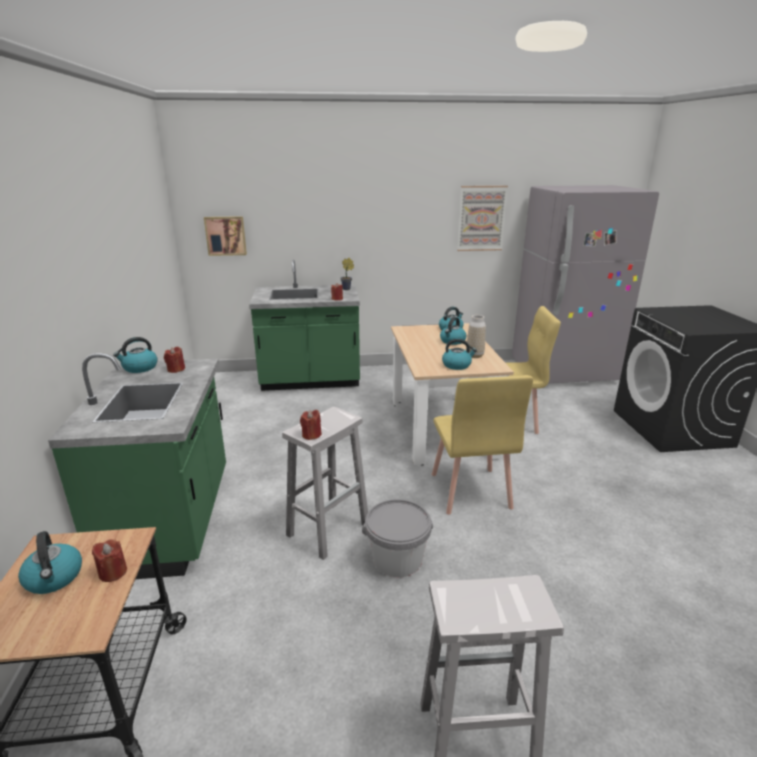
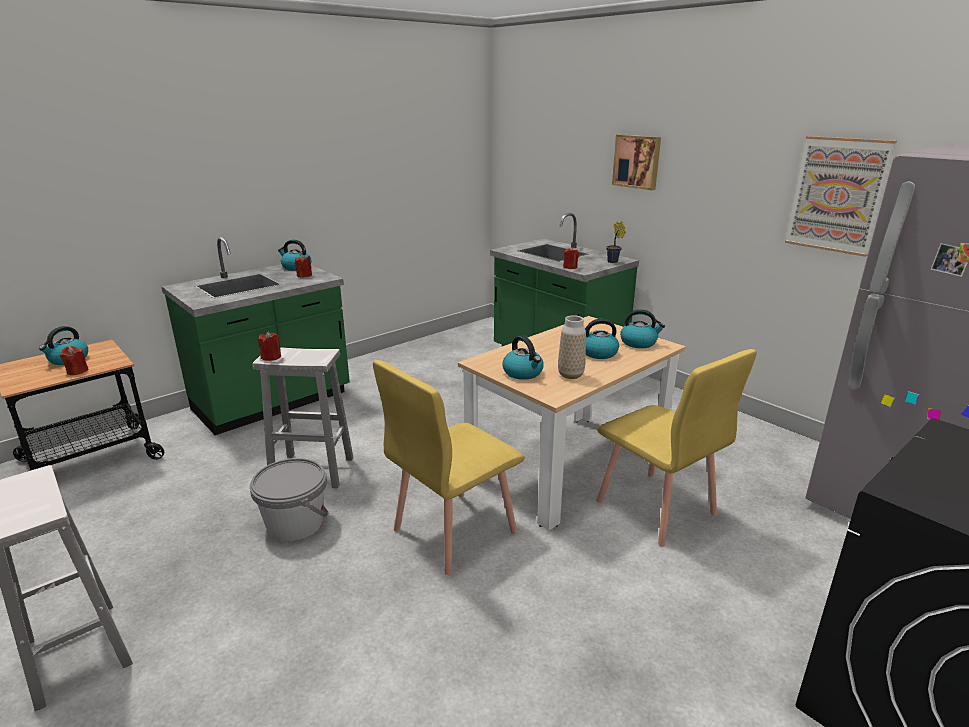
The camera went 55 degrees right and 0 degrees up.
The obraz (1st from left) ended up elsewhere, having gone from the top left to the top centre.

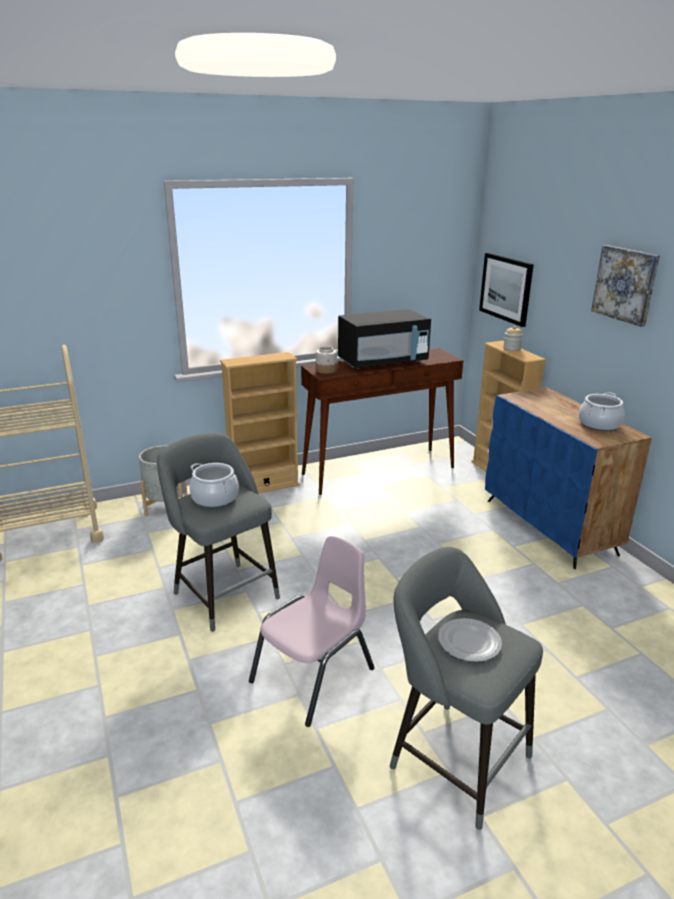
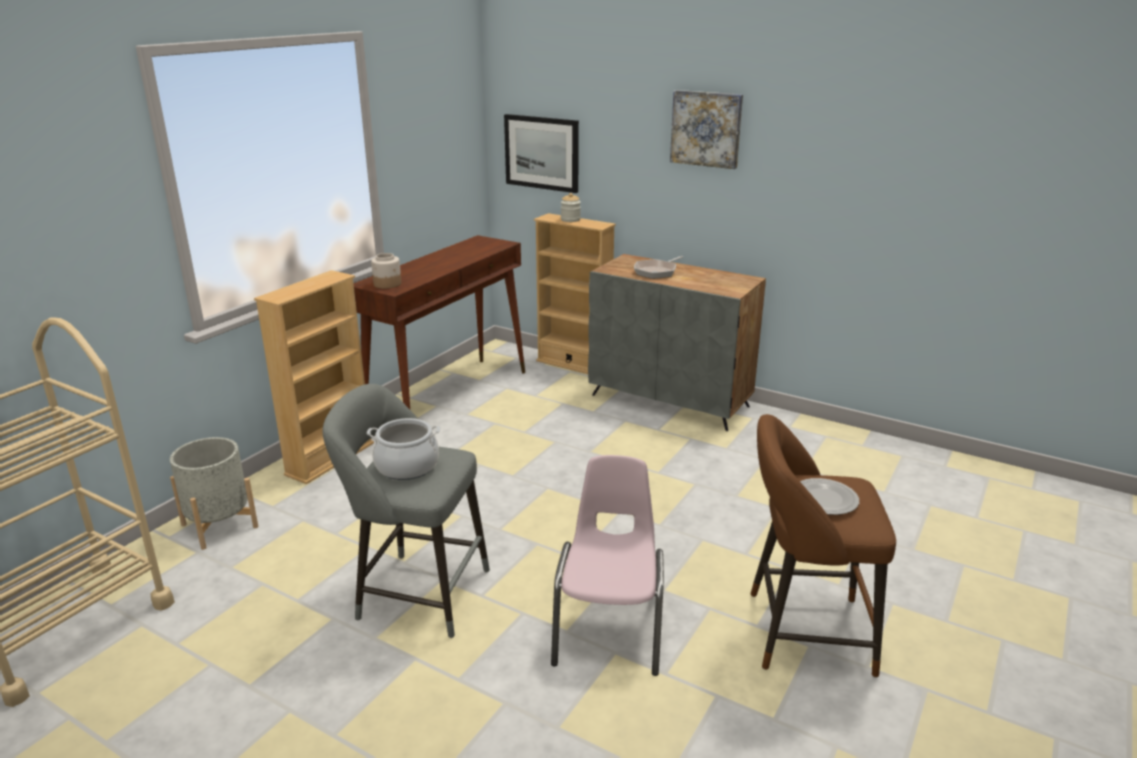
The camera went 35 degrees left and 0 degrees up.
What was the szafka/niebieski at the middle right turned into the szafka/szary at the centre.
The second view gained the patelnia at the centre.
What was the stołek/szary (2nd from left) at the bottom right turned into the stołek/brązowy at the bottom right.
The second view lost the mikrofalówka/czarny at the centre.
The second view lost the garnek (2nd from left) at the middle right.

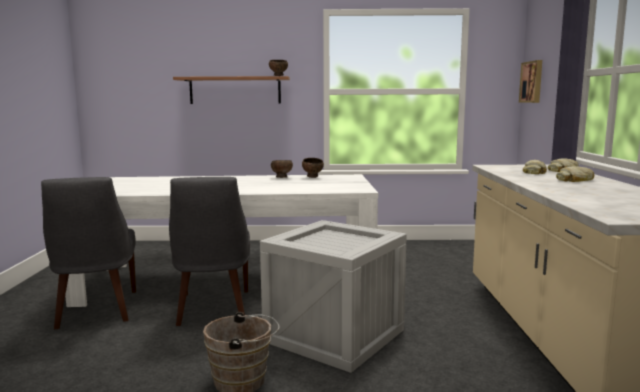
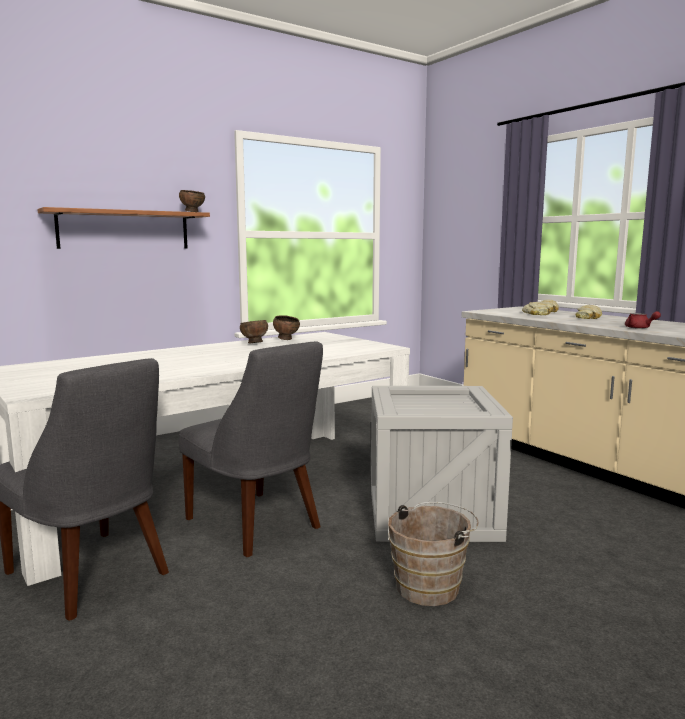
The camera went 35 degrees left and 0 degrees up.
The second view gained the imbryk/czerwony at the middle right.
The second view lost the obraz at the top right.

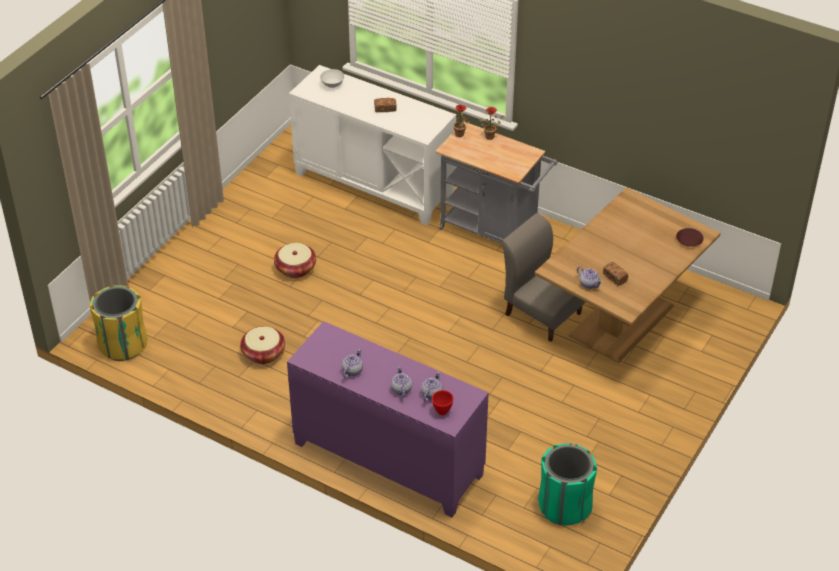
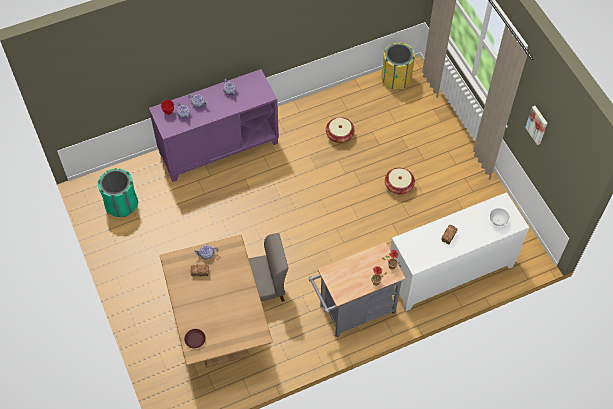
The camera went 125 degrees right and 15 degrees up.
The second view gained the obraz at the top right.

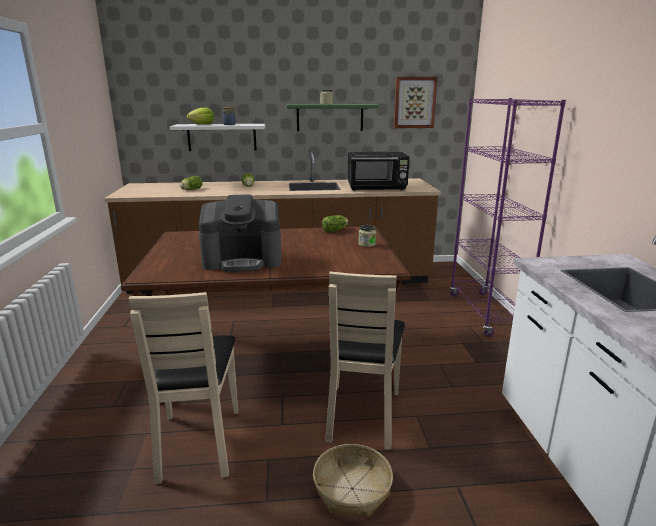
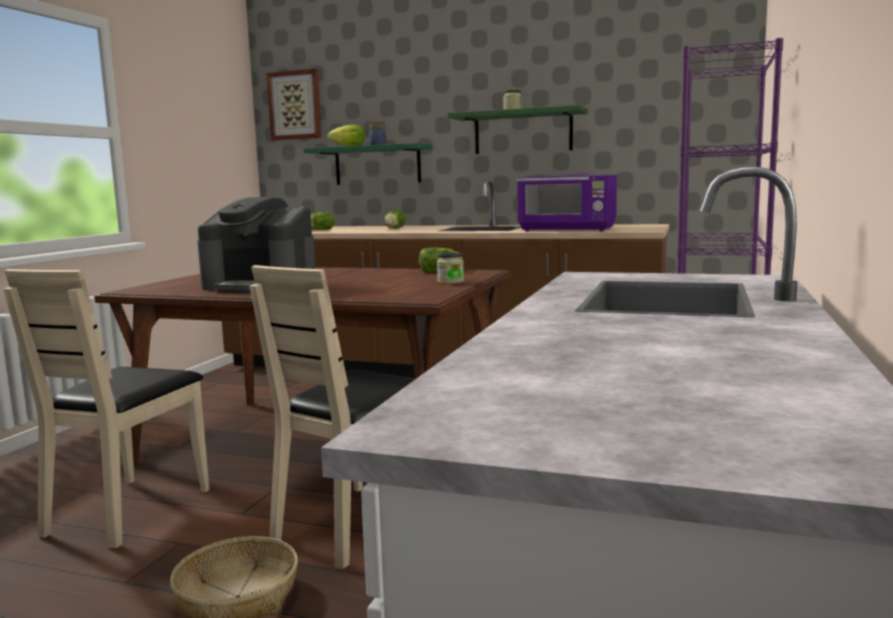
The camera went 25 degrees right and 10 degrees down.
The obraz ended up elsewhere, having gone from the top centre to the top left.
What was the półka/biały at the top left turned into the półka/zielony (1st from left) at the top centre.
What was the mikrofalówka/czarny at the top centre turned into the mikrofalówka/fioletowy at the top centre.

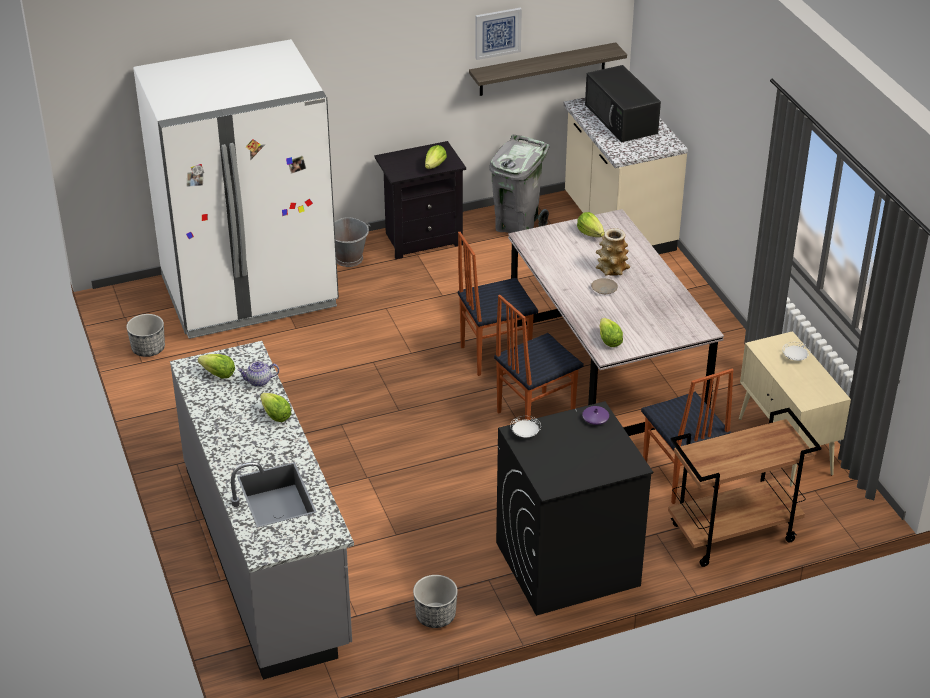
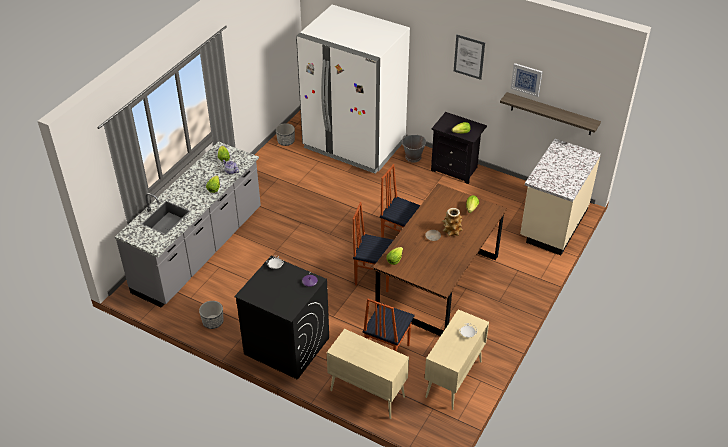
The camera went 50 degrees right and 5 degrees up.
Where the wózek/brązowy stood at the bottom right, the szafka/beżowy (1st from left) came to stand at the bottom centre.
What was the stół jadalny/szary at the centre turned into the stół jadalny/brązowy at the centre.
The second view gained the obraz (1st from left) at the top centre.
The second view lost the kosz na śmieci/szary at the top centre.
The second view lost the mikrofalówka/czarny at the top right.

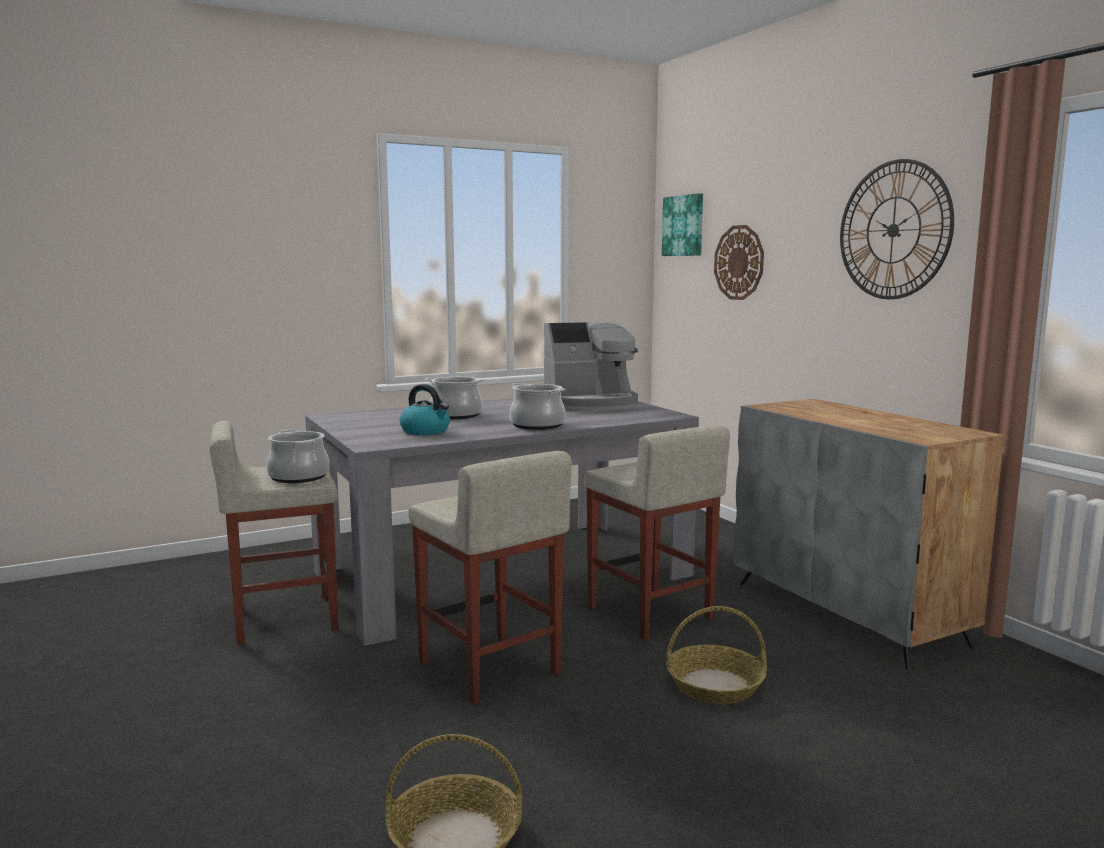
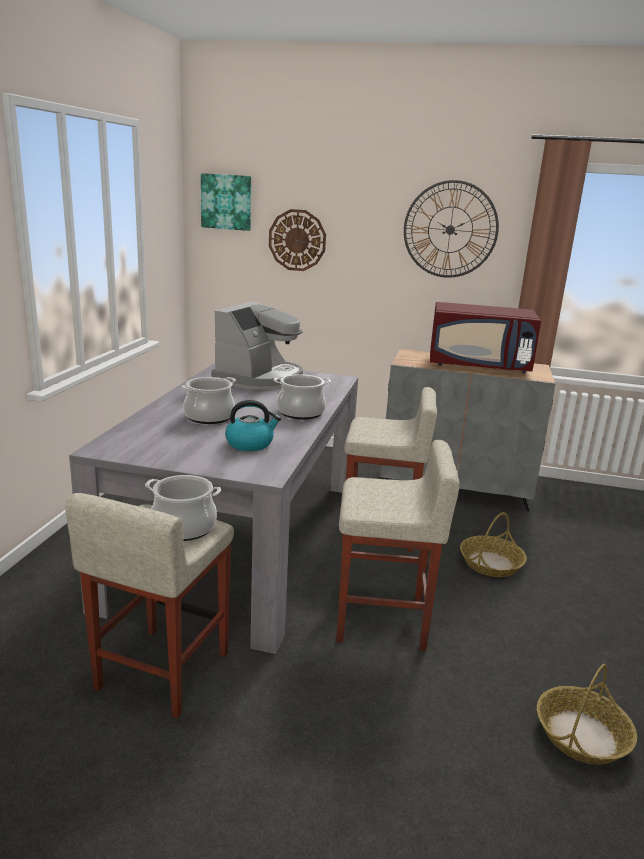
The camera went 50 degrees left and 10 degrees up.
The second view gained the mikrofalówka/czerwony at the middle right.

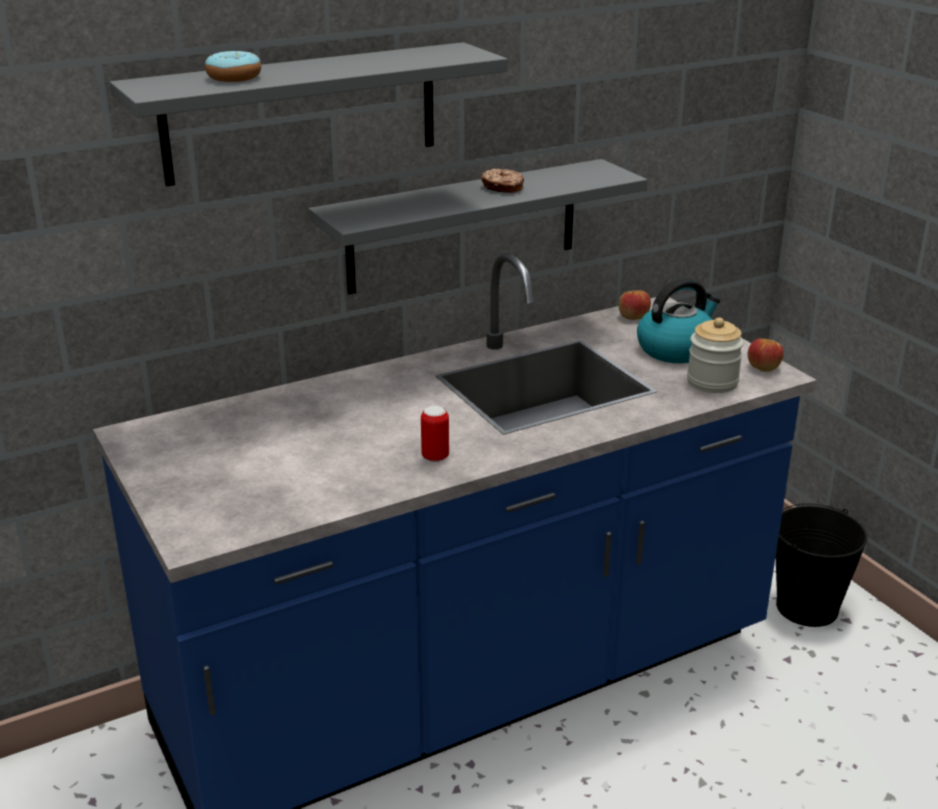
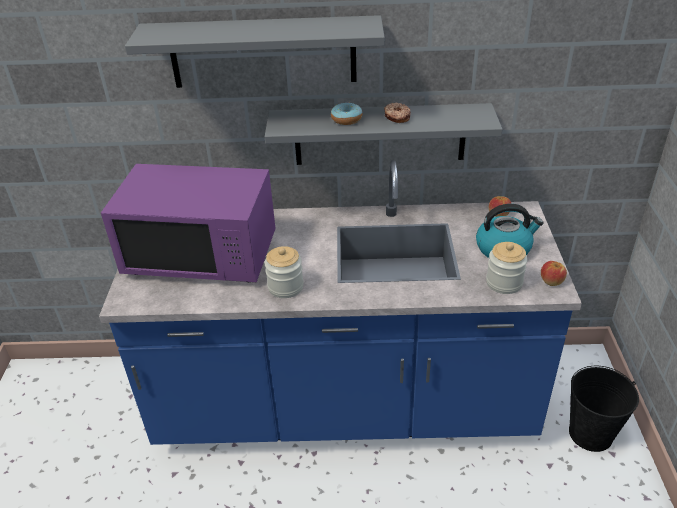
The camera went 30 degrees right and 10 degrees up.
The second view gained the mikrofalówka/fioletowy at the middle left.
Where the puszka stood at the centre, the słoik (1st from left) came to stand at the centre.
The donut (1st from left) ended up elsewhere, having gone from the top left to the top centre.

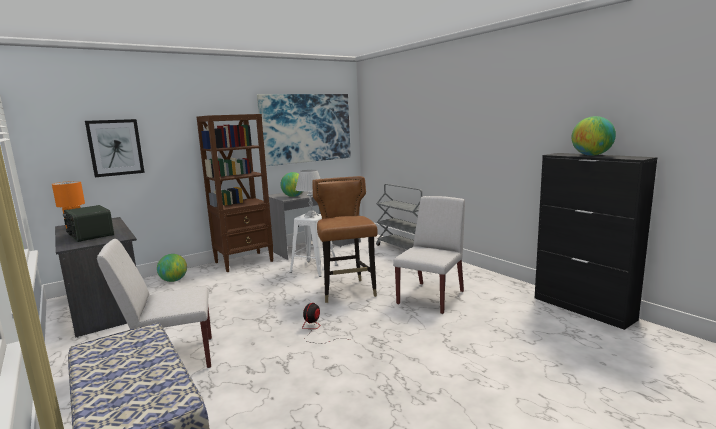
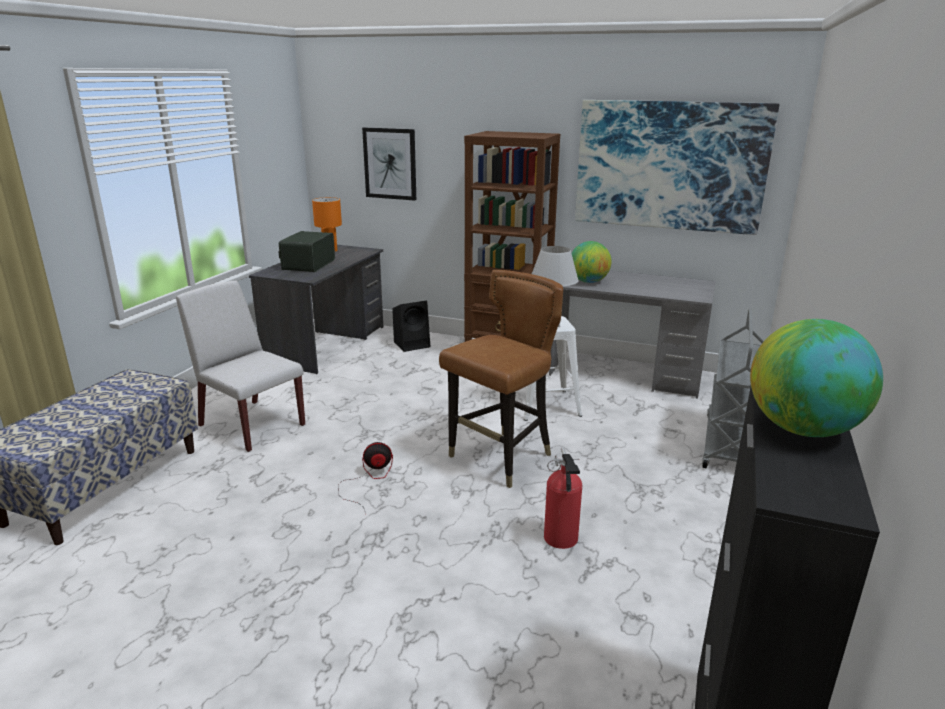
The camera went 55 degrees right and 10 degrees up.
Where the globus (1st from left) stood at the middle left, the głośnik/czarny came to stand at the centre.
Where the krzesło/biały (2nd from left) stood at the centre, the gaśnica came to stand at the bottom centre.

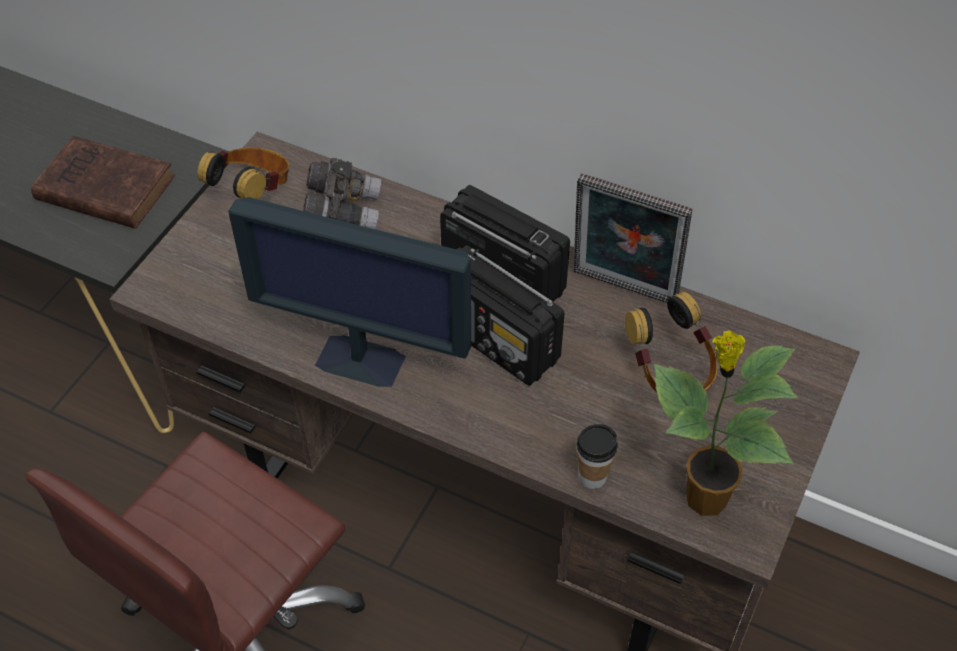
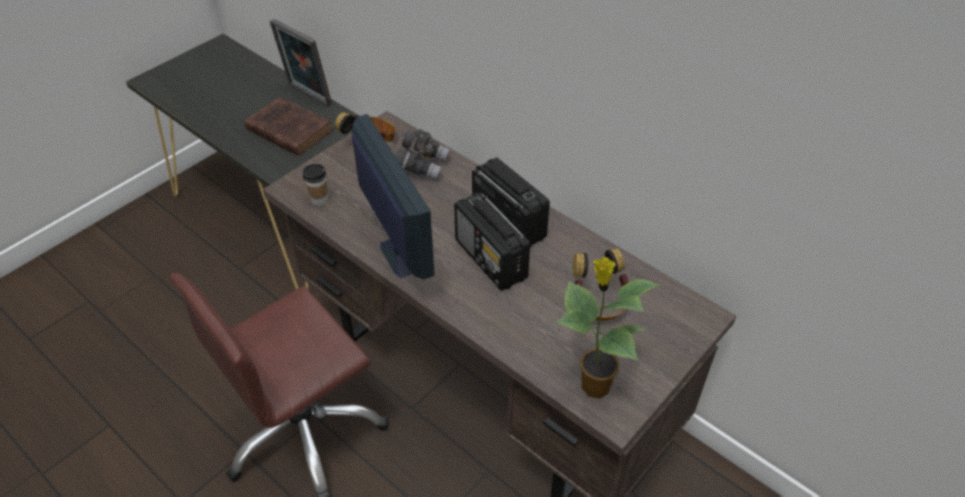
The camera went 15 degrees right and 5 degrees down.
The ramka na zdjęcie ended up elsewhere, having gone from the centre to the top left.
The filiżanka ended up elsewhere, having gone from the bottom centre to the middle left.
The monitor at the centre ended up facing another way, 150 degrees counterclockwise from before.

